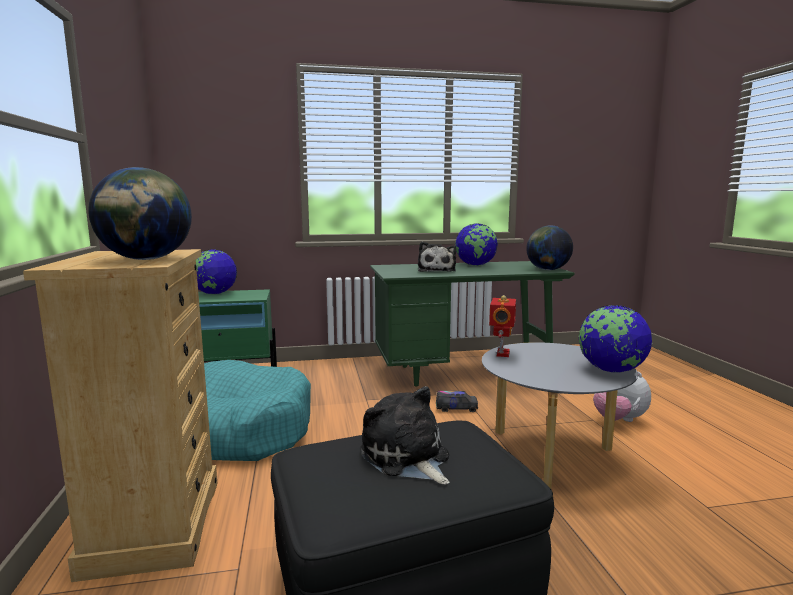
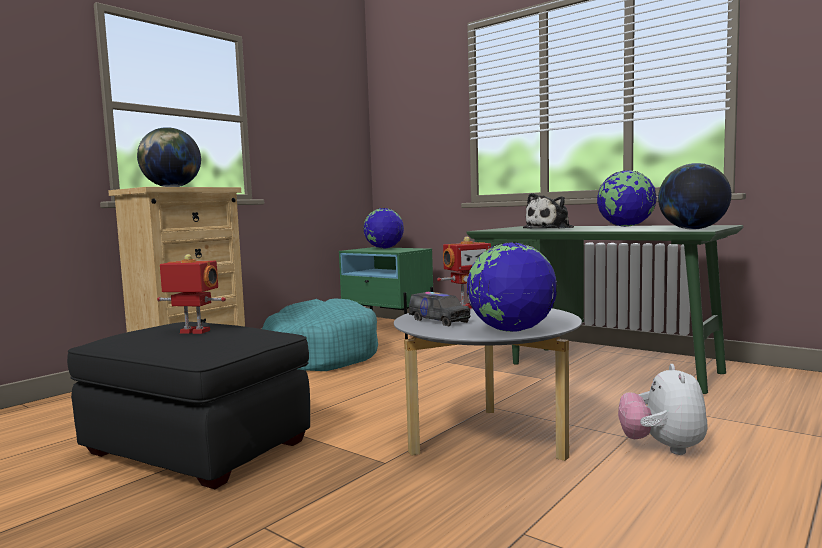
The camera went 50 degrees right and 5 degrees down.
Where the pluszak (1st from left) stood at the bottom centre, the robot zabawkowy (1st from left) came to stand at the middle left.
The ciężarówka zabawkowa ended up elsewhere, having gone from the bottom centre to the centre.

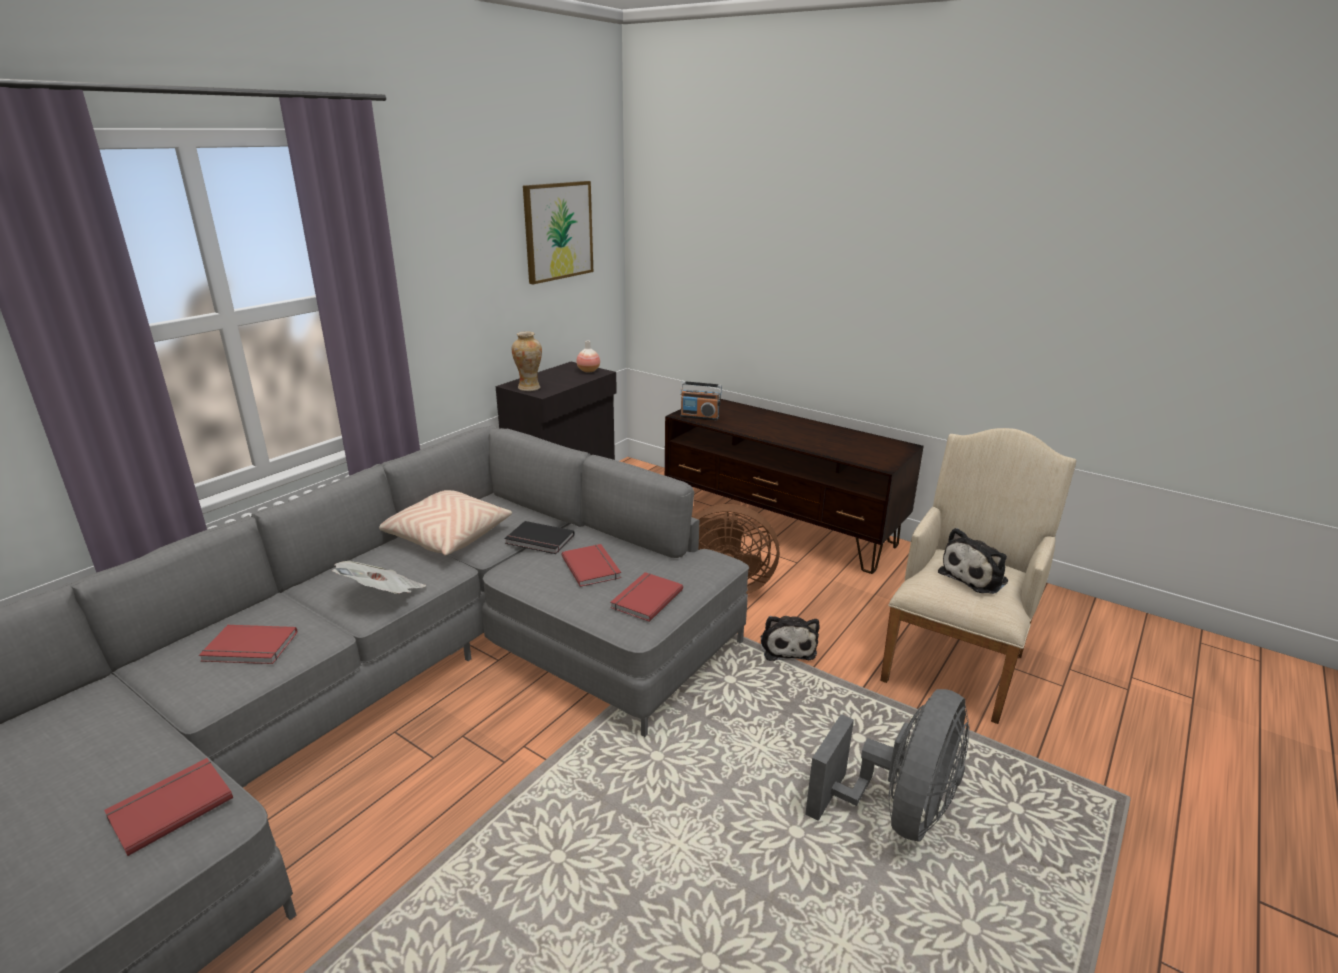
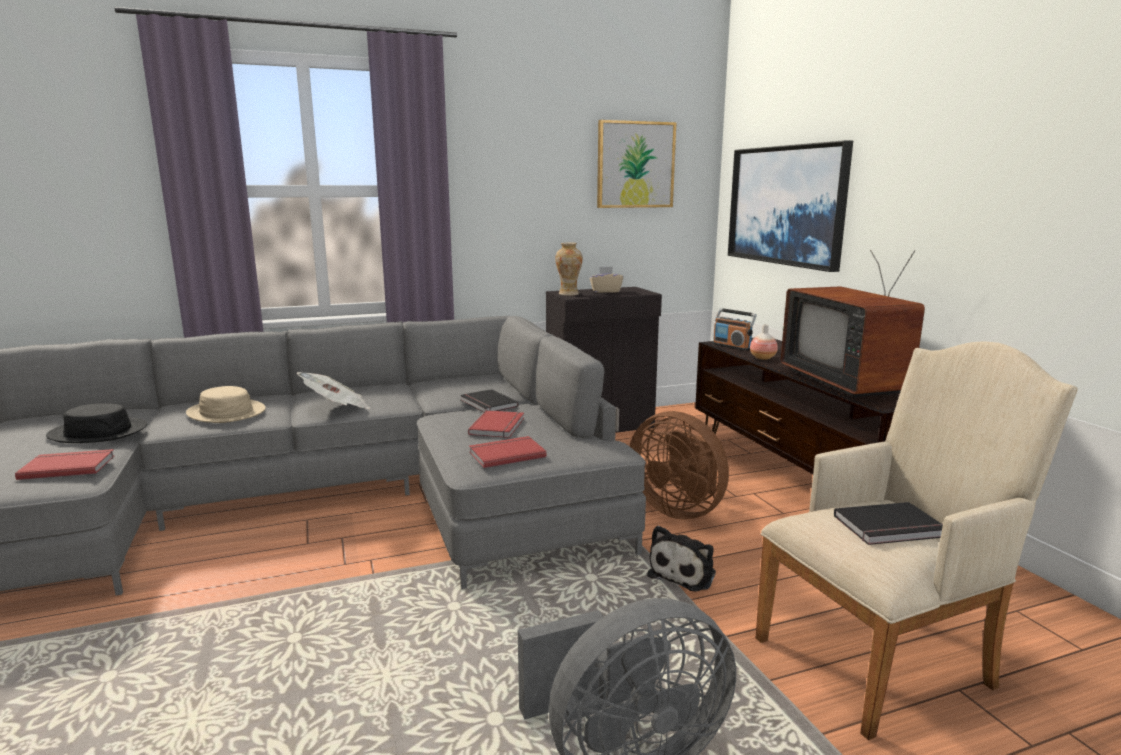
The camera went 35 degrees right and 10 degrees down.
The second view gained the kapelusz/czarny at the middle left.
Where the książka/czerwony (2nd from left) stood at the middle left, the kapelusz/beżowy came to stand at the middle left.
The second view gained the pudełko chusteczek/beżowy at the centre.
The second view gained the obraz (2nd from left) at the top right.
The wazon (2nd from left) ended up elsewhere, having gone from the centre to the middle right.
The second view gained the telewizor at the middle right.
Where the pluszak (2nd from left) stood at the middle right, the książka/czarny (2nd from left) came to stand at the bottom right.
The second view lost the poduszka/beżowy at the middle left.

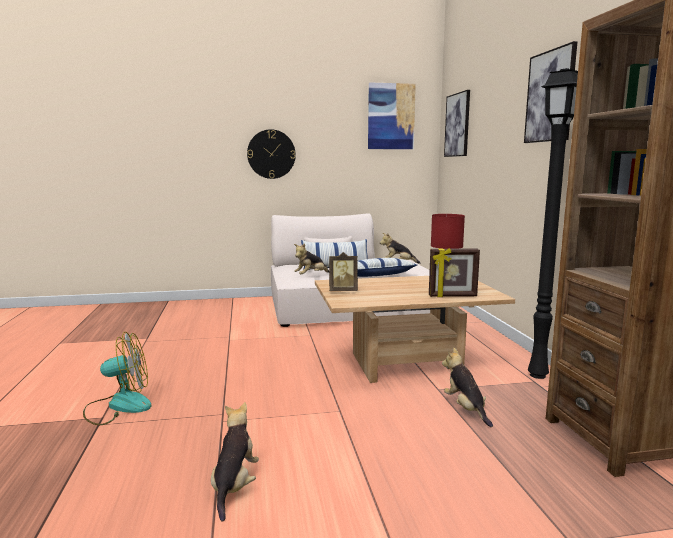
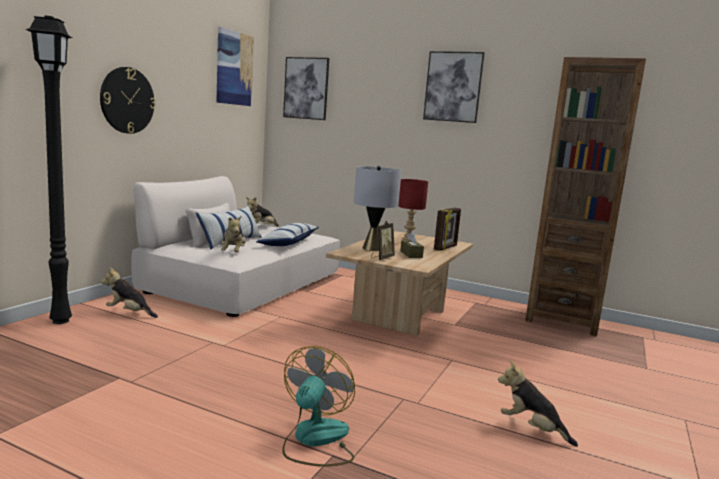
The camera went 55 degrees left and 0 degrees up.
The lampa stojąca/czarny ended up elsewhere, having gone from the middle right to the middle left.
The pluszak (4th from left in the first image) ended up elsewhere, having gone from the bottom right to the middle left.
The second view gained the lampa stołowa/szary at the centre.
The second view gained the pudełko chusteczek/brązowy at the centre.

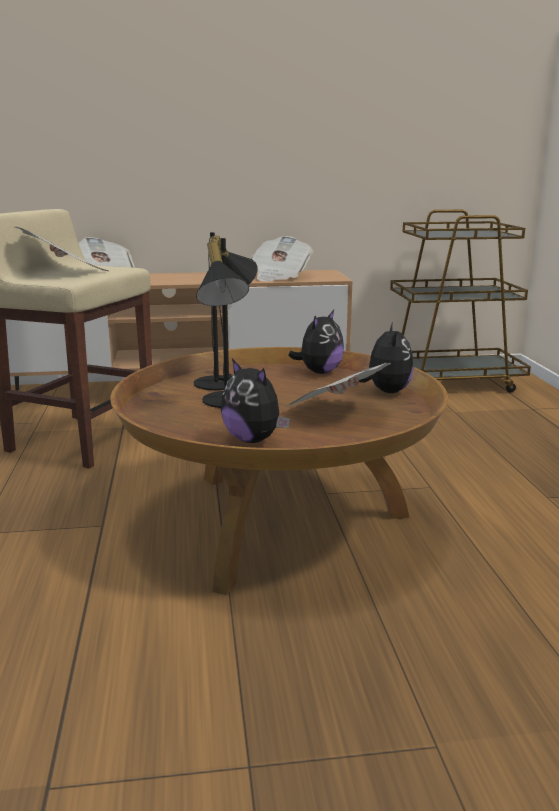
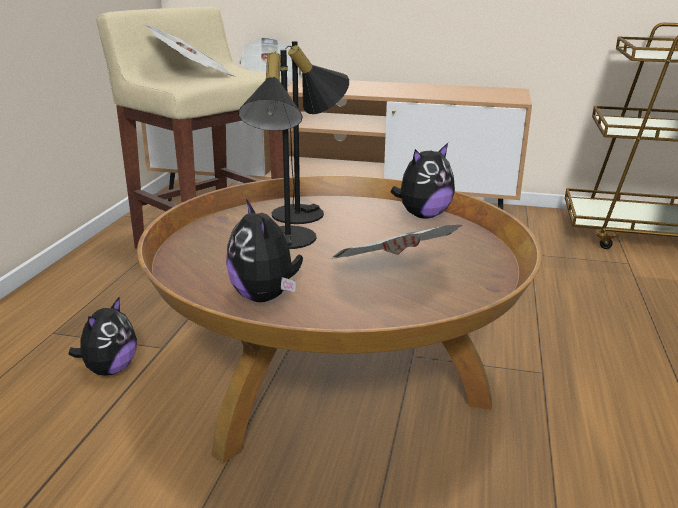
The camera went 20 degrees right and 5 degrees up.
The pluszak (3rd from left in the first image) ended up elsewhere, having gone from the middle right to the middle left.
The second view lost the gazeta (3rd from left) at the top centre.

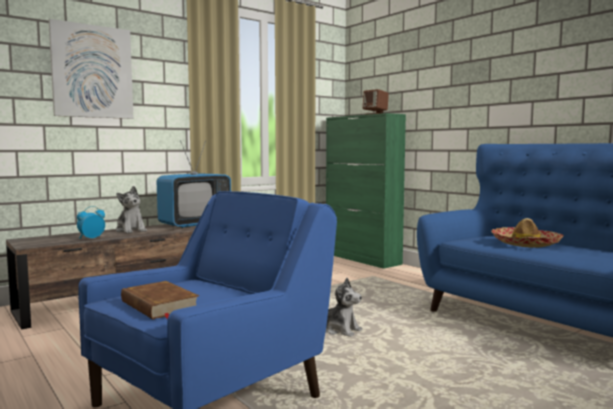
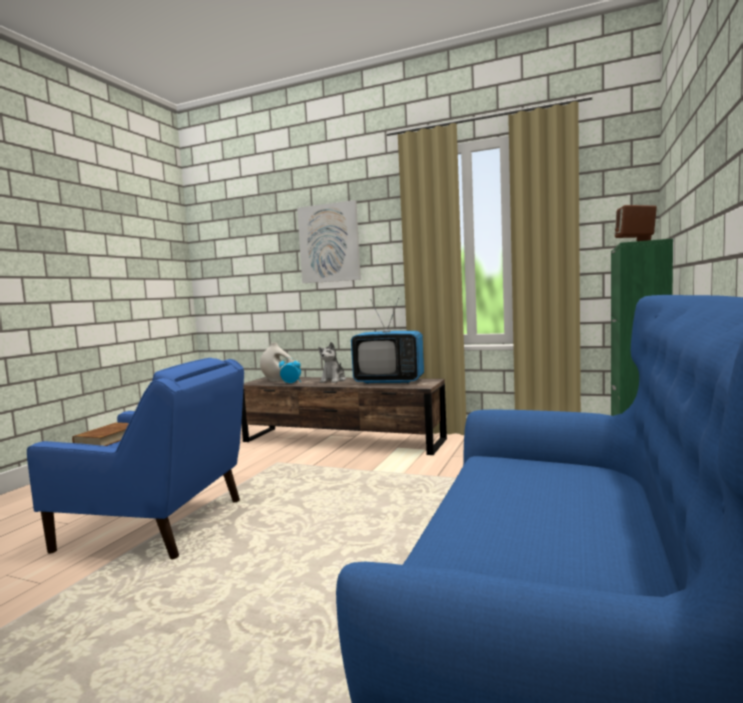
The camera went 60 degrees right and 0 degrees up.
The second view gained the wazon/biały at the centre.
The second view lost the pluszak (2nd from left) at the bottom centre.
The second view lost the kapelusz at the middle right.

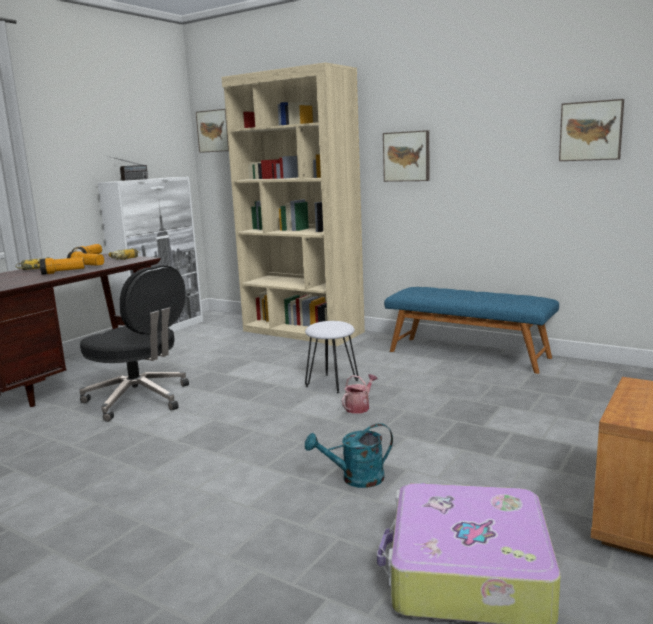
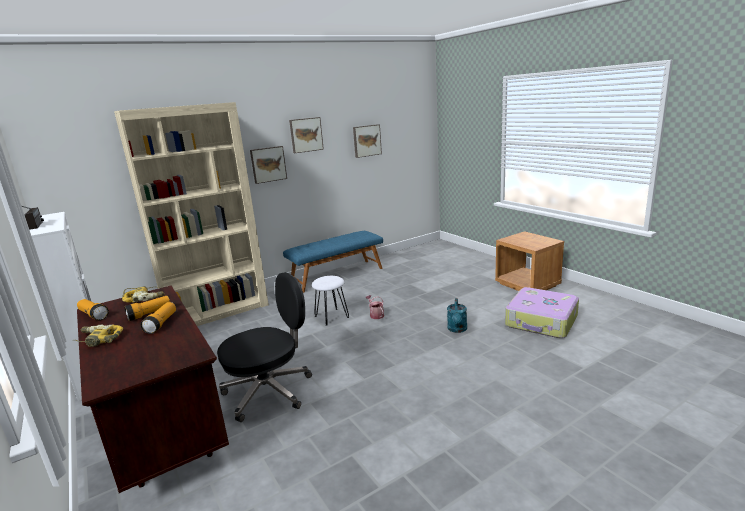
The camera went 65 degrees left and 5 degrees up.
The obraz (1st from left in the first image) ended up elsewhere, having gone from the top left to the top centre.

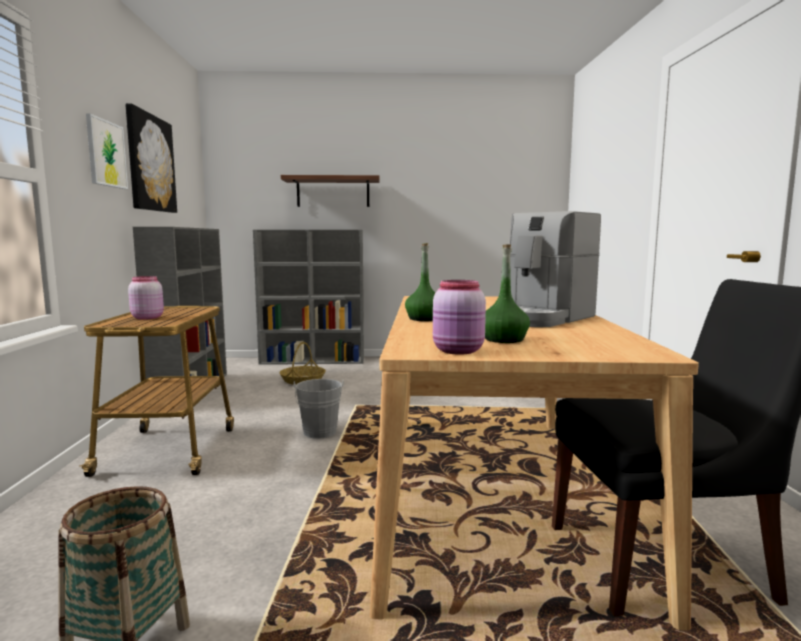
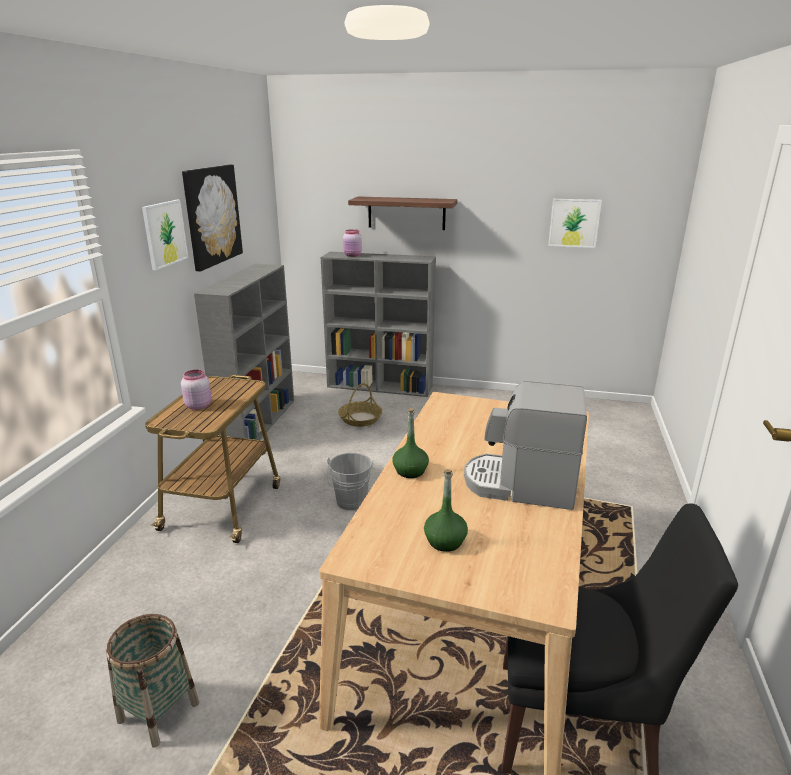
The camera went 15 degrees right and 15 degrees up.
The słoik/różowy (2nd from left) ended up elsewhere, having gone from the centre to the top centre.
The ekspres do kawy at the middle right ended up facing another way, 45 degrees clockwise from before.
The second view gained the obraz (3rd from left) at the top right.

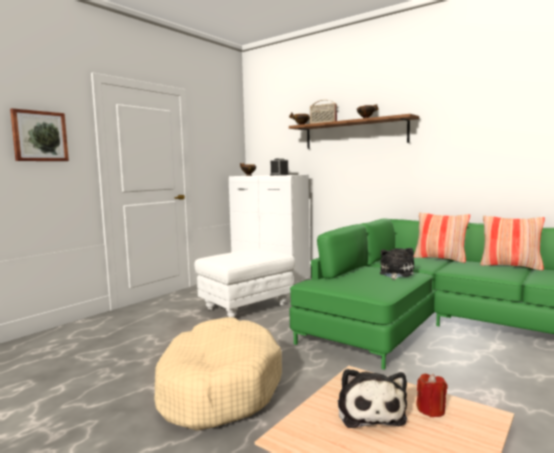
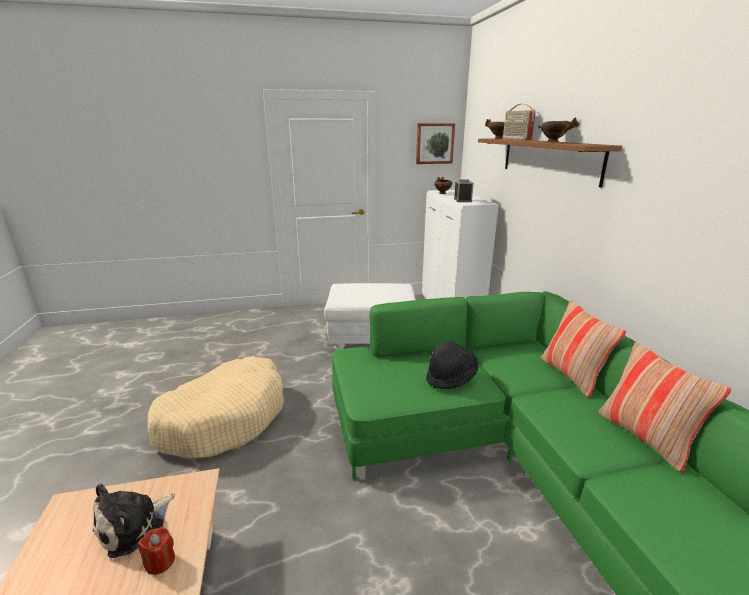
The camera went 40 degrees right and 15 degrees up.
The obraz ended up elsewhere, having gone from the top left to the top centre.
Where the pluszak (2nd from left) stood at the middle right, the kapelusz/czarny came to stand at the centre.

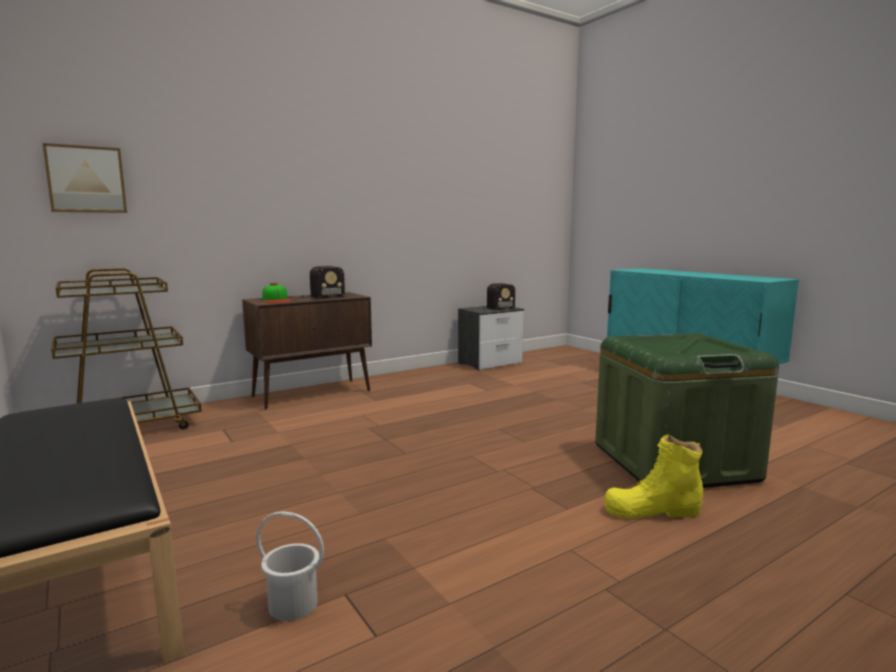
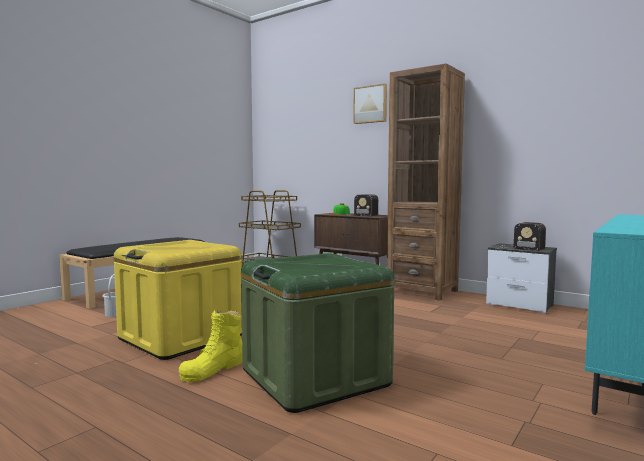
The camera went 70 degrees right and 5 degrees down.
The second view gained the pojemnik do przechowywania/żółty at the middle left.
The but z cholewką/żółty at the bottom right ended up facing another way, 120 degrees counterclockwise from before.
The obraz ended up elsewhere, having gone from the top left to the top centre.
The second view gained the regał/brązowy at the centre.

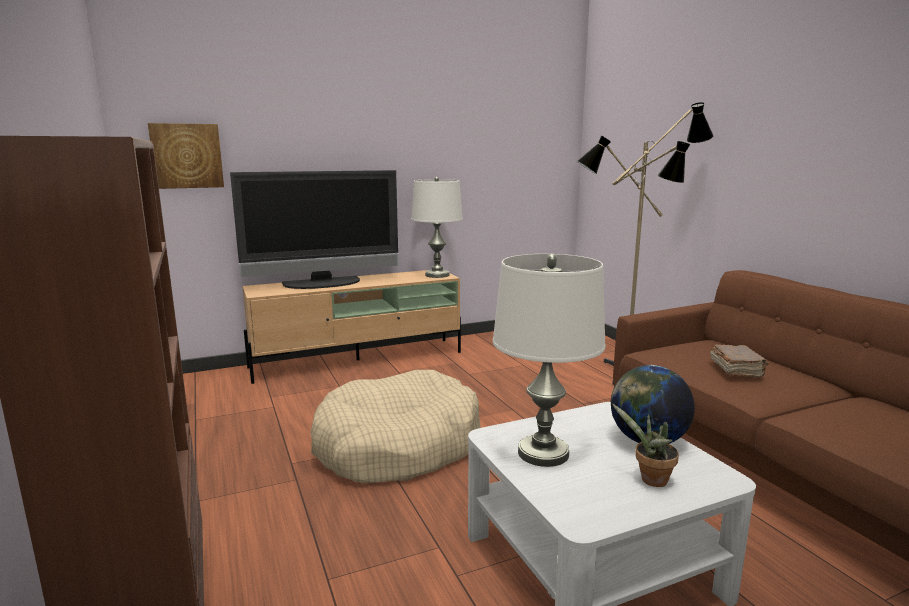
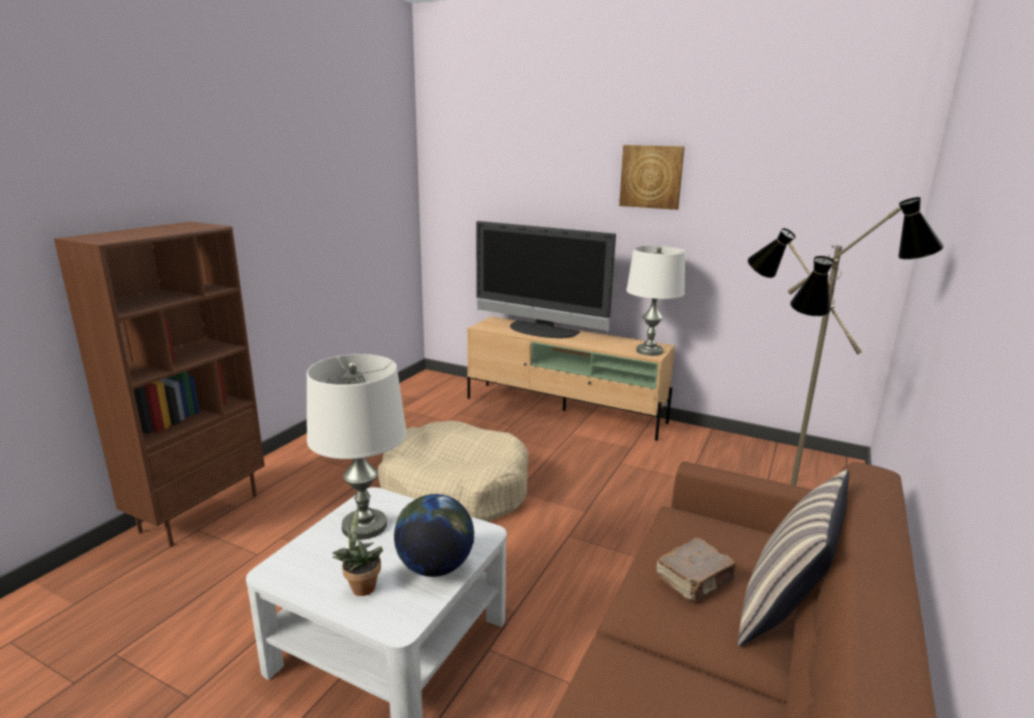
The camera went 50 degrees right and 5 degrees up.
The obraz ended up elsewhere, having gone from the top left to the top centre.
The second view gained the poduszka at the bottom right.

